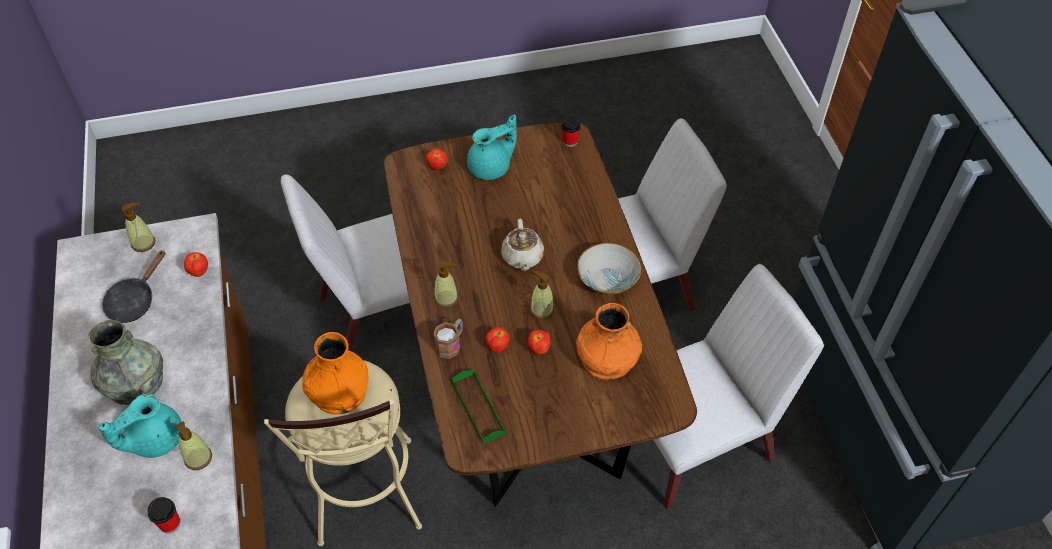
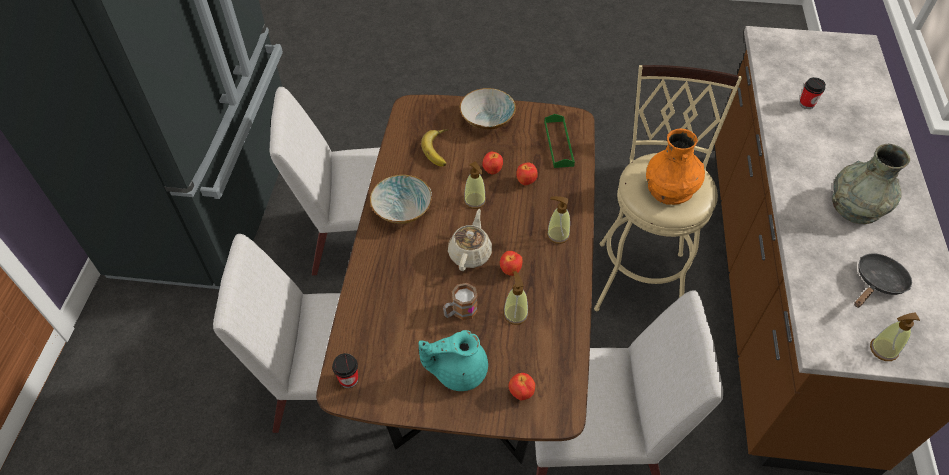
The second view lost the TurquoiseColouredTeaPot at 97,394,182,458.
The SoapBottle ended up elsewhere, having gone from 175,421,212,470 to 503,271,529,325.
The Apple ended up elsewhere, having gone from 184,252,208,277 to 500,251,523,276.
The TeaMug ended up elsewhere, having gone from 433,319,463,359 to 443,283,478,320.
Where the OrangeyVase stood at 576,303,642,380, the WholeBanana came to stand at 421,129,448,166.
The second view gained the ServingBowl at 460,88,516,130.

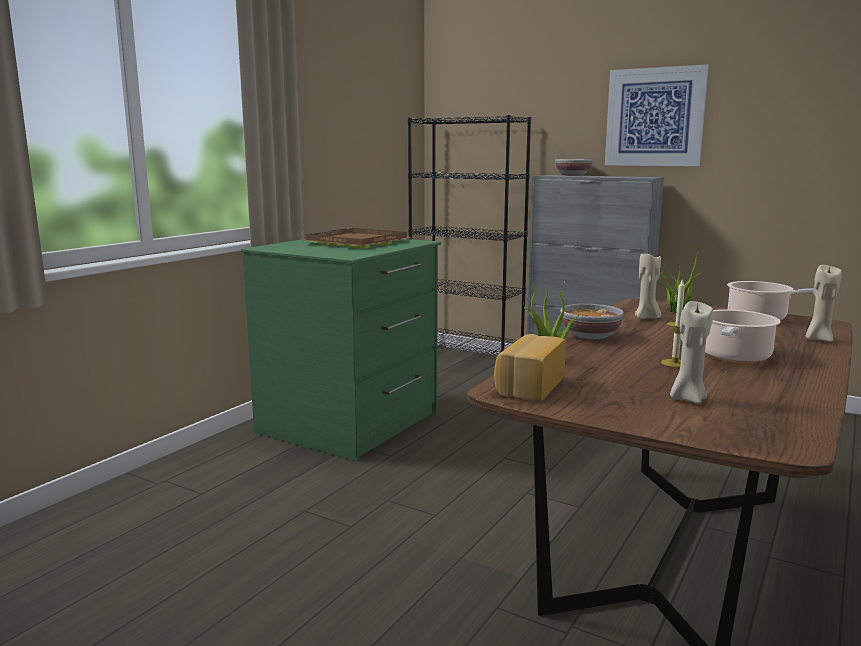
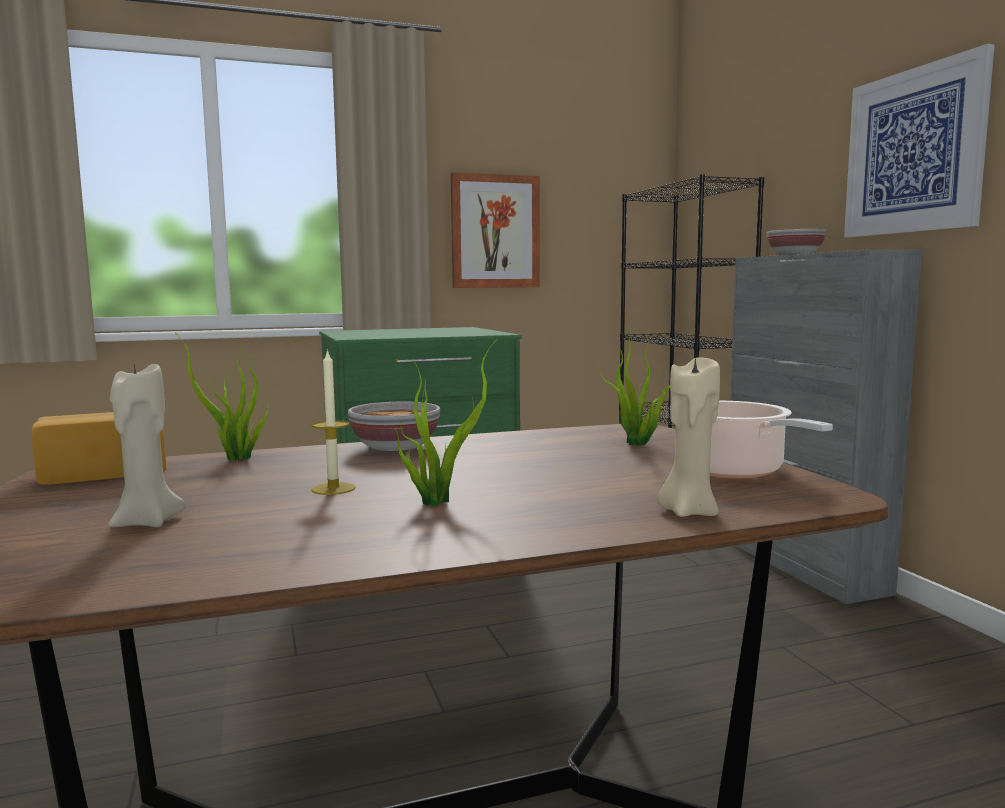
The second view lost the BrownCarryingTray at 301,228,413,249.
The second view lost the SandColouredWaxLight at 635,254,661,319.
Where the Saucepot stood at 705,309,781,363, the Houseplant came to stand at 395,340,497,506.
The second view gained the WallPicture at 450,173,540,288.

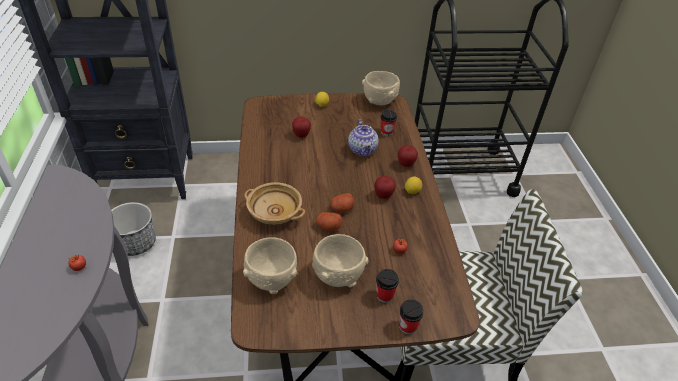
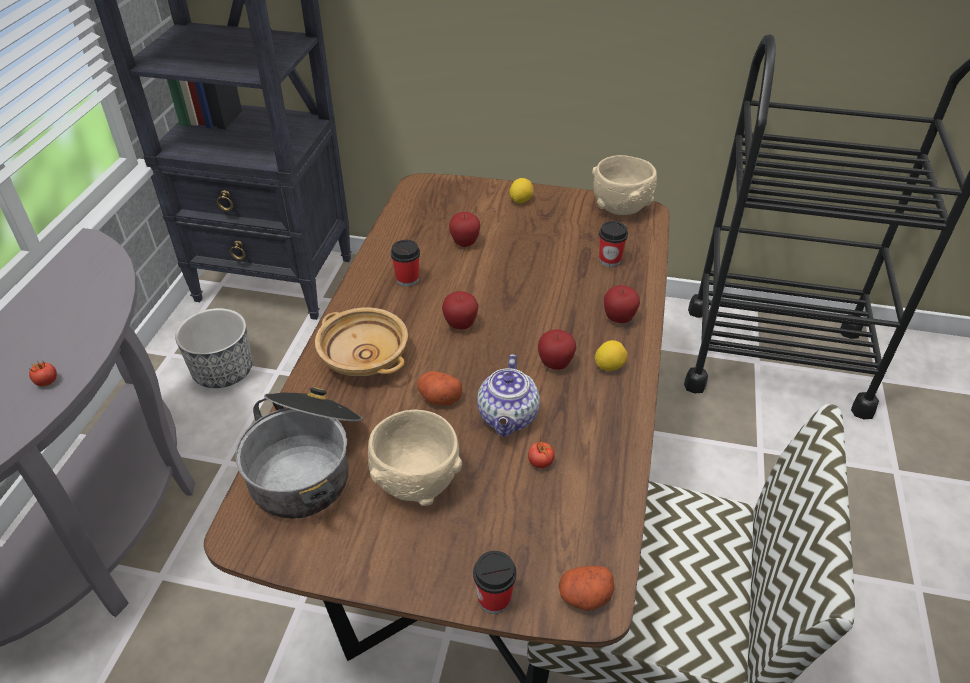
Where the SandColouredServingBowl stood at 243,237,297,294, the Saucepot came to stand at 235,387,362,519.
The Spud ended up elsewhere, having gone from 330,193,355,213 to 559,566,615,611.
The TeaPot ended up elsewhere, having gone from 348,119,379,157 to 477,354,540,437.
The DrinkingCup ended up elsewhere, having gone from 376,269,399,303 to 391,240,420,287.
The second view gained the Apple at 442,291,478,330.

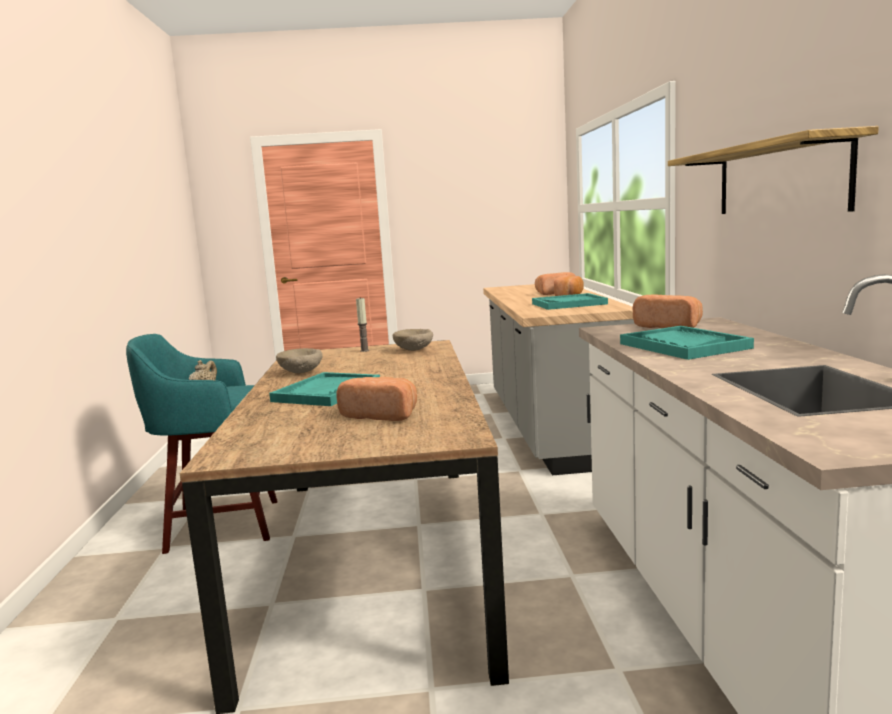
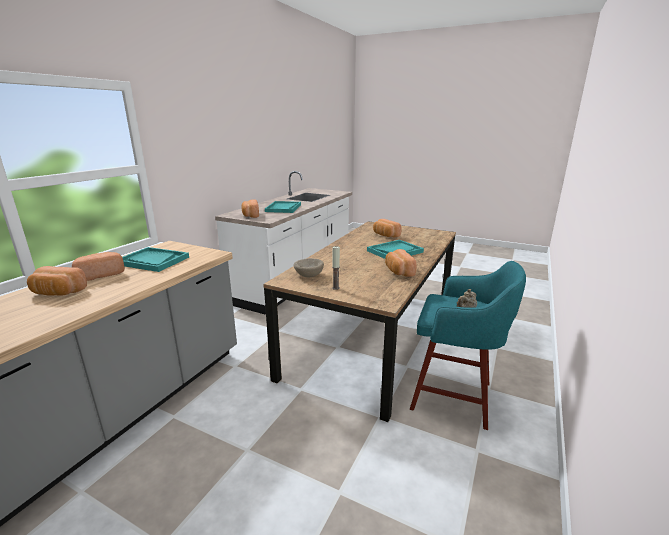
Where the SandColouredServingBowl stood at 276,348,323,373, the BakedBread came to stand at 385,249,417,277.
The second view lost the WallShelf at 668,126,879,214.

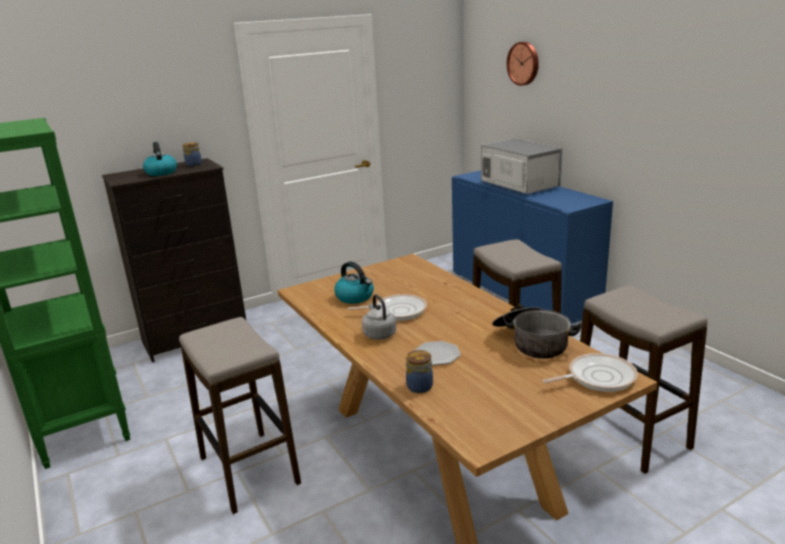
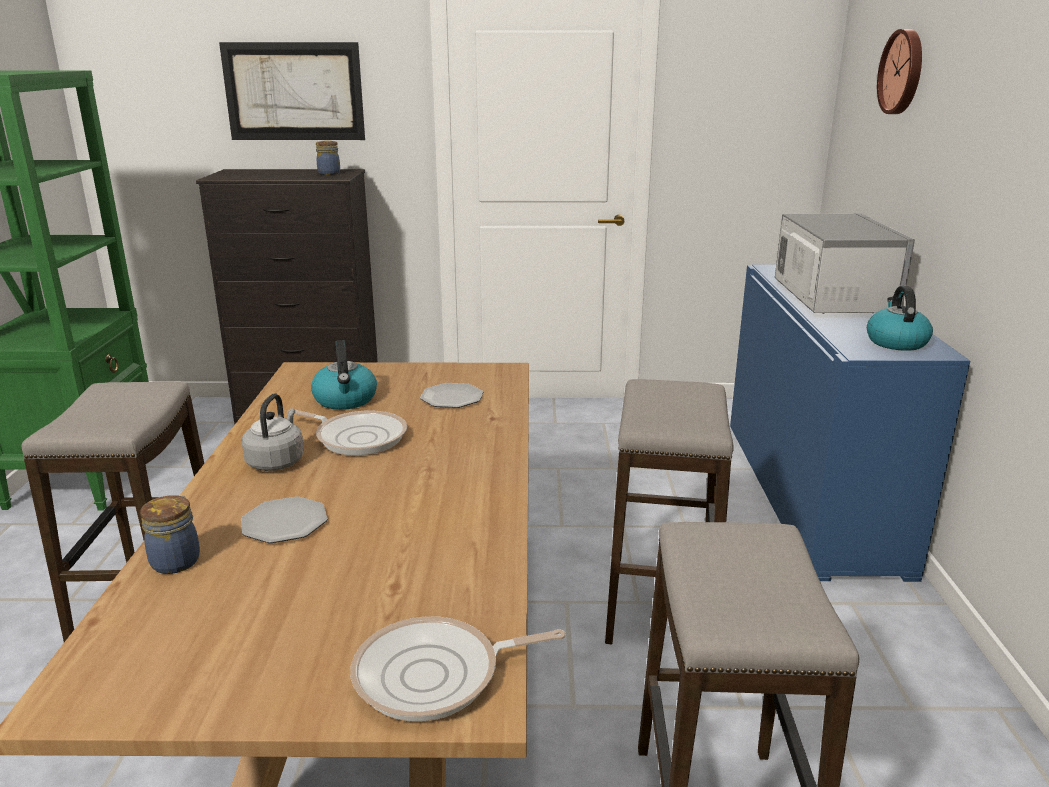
The TeaKettle ended up elsewhere, having gone from 143,142,177,176 to 867,286,933,351.
The second view lost the Saucepot at 492,307,582,359.
The Skillet at 542,353,638,392 ended up facing another way, 150 degrees clockwise from before.
The second view gained the WallPicture at 219,42,365,140.
The second view gained the Plate at 420,383,483,408.

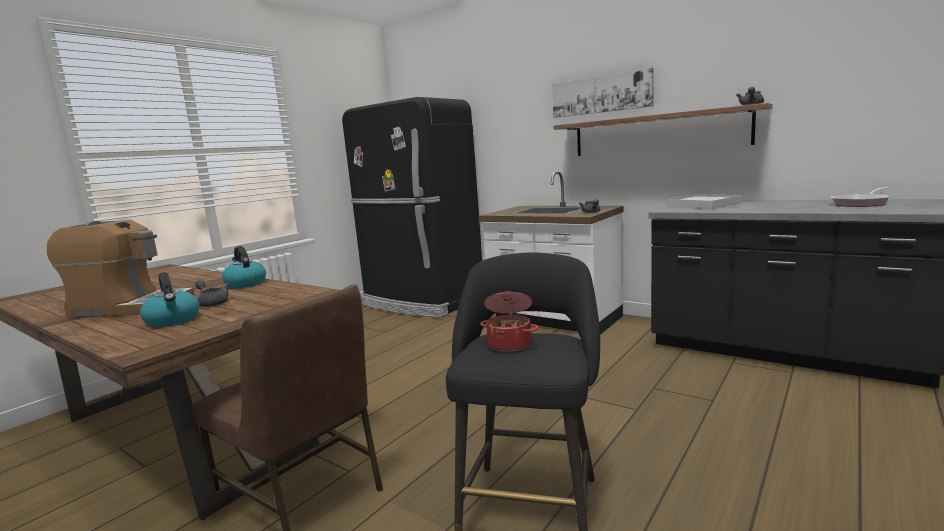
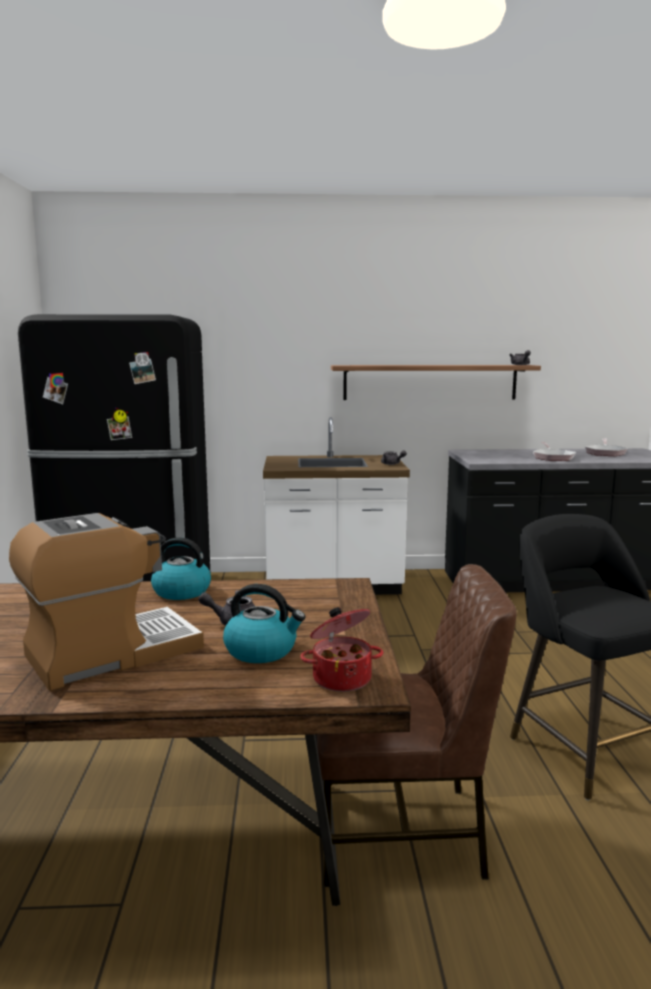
The Saucepot ended up elsewhere, having gone from 480,291,539,352 to 300,607,383,692.
The second view lost the WallPicture at 552,68,654,118.
The second view lost the WhitishCarryingTray at 666,194,742,209.
The second view gained the Skillet at 533,442,576,461.

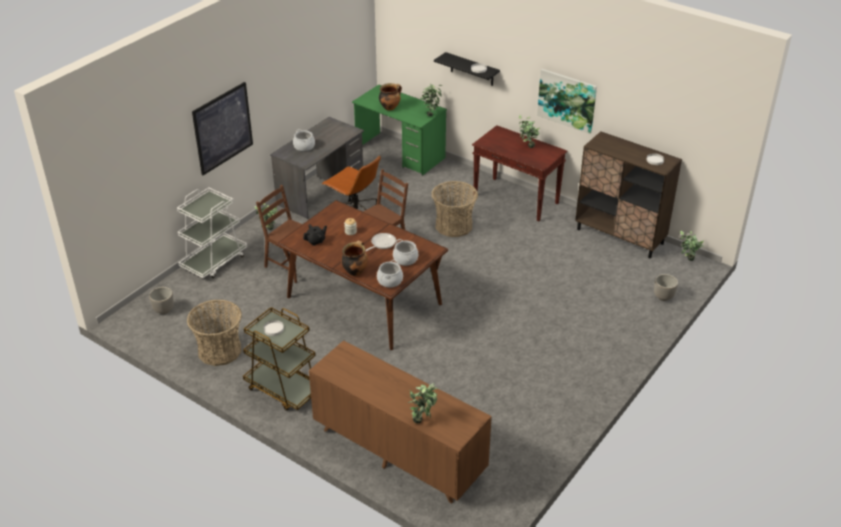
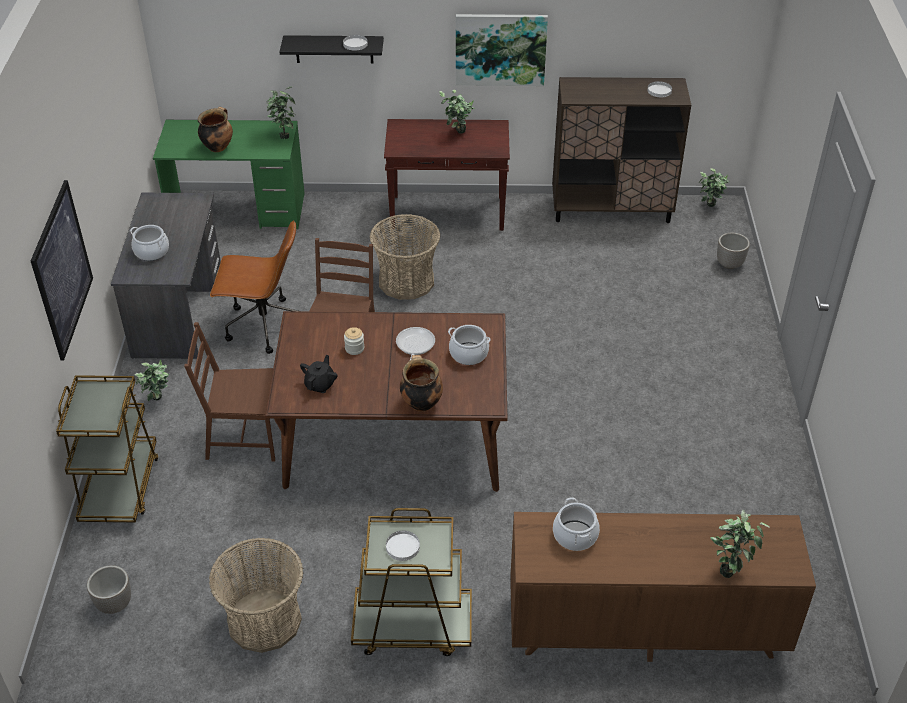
What was the WhitishCart at 177,187,247,278 turned into the BrownCart at 56,375,159,522.
The Saucepot ended up elsewhere, having gone from 377,259,403,288 to 553,497,600,551.

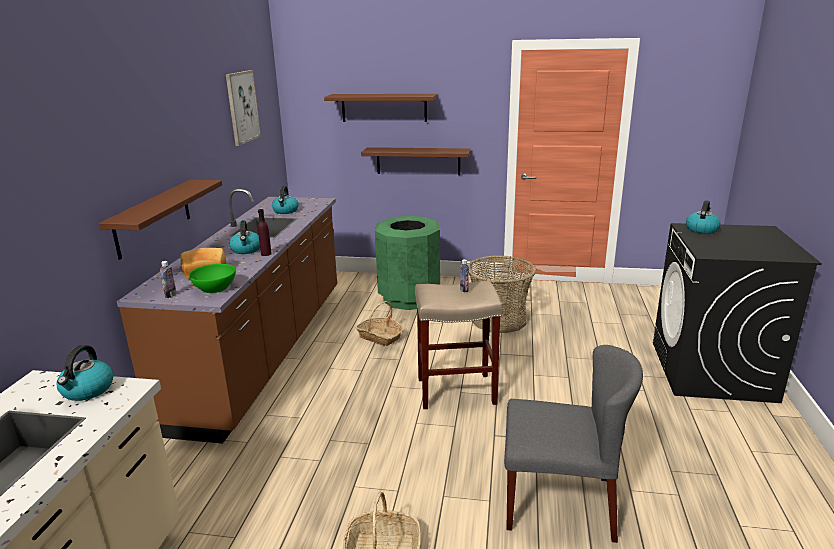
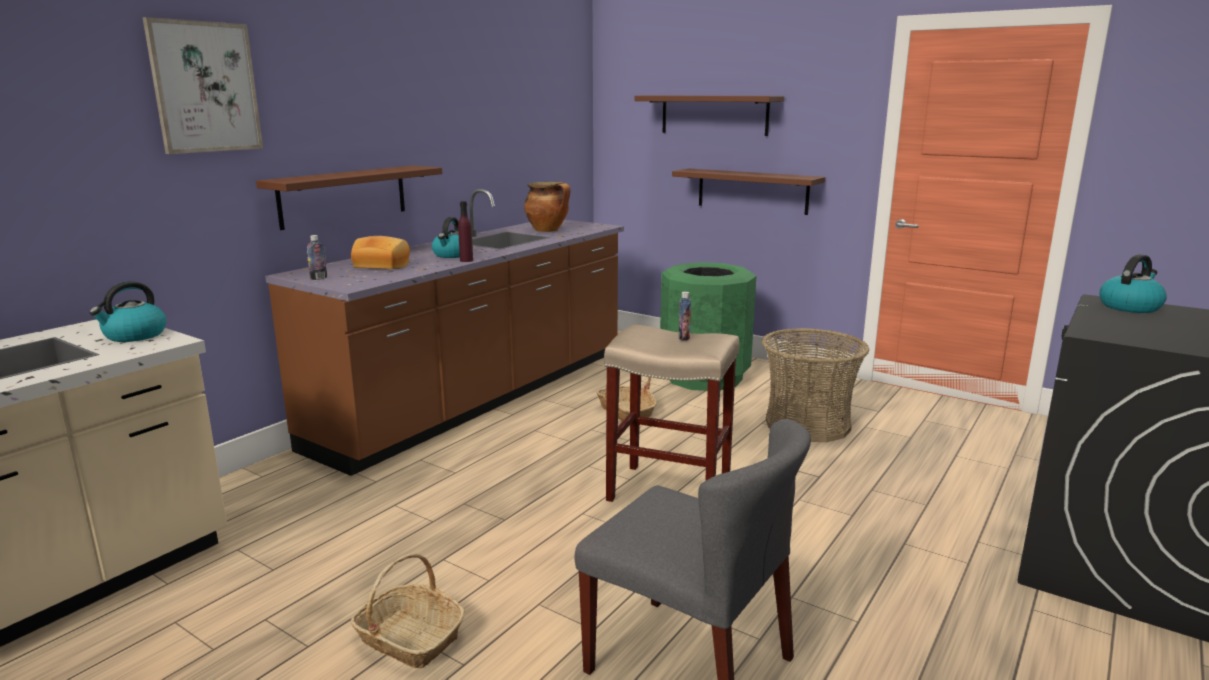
The second view lost the GreenishServingBowl at 189,264,236,293.
The WallPicture ended up elsewhere, having gone from 226,70,261,146 to 143,17,263,154.
Where the TeaKettle stood at 272,186,299,214, the Saucepot came to stand at 524,182,570,232.

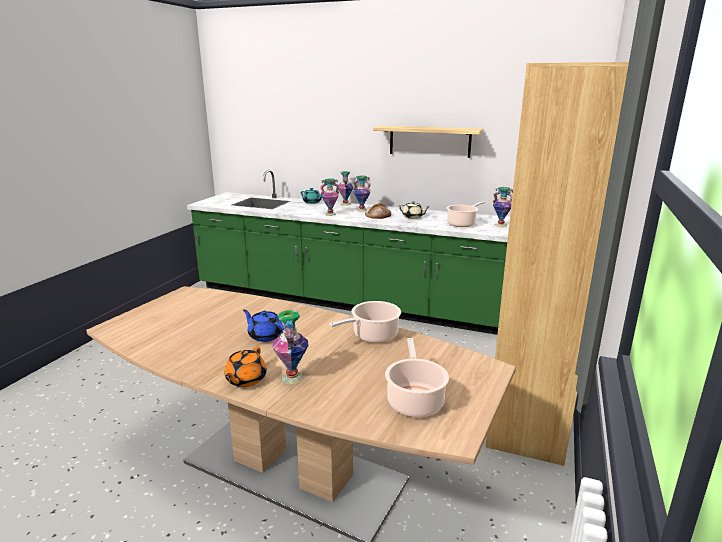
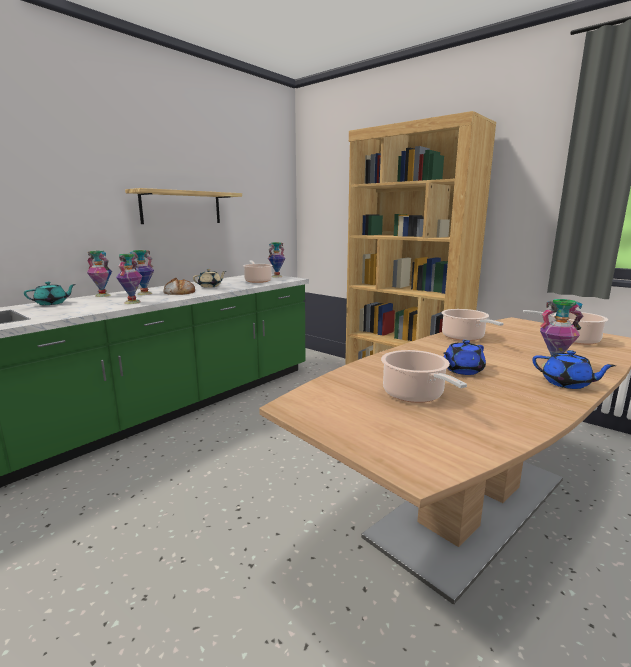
What was the OrangeyTeaPot at 225,347,267,387 turned into the BlueTeaPot at 532,350,616,389.
The second view gained the Saucepot at 381,350,467,403.

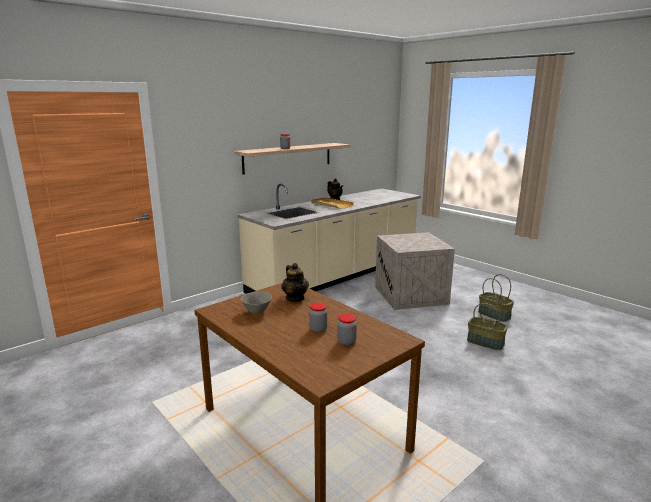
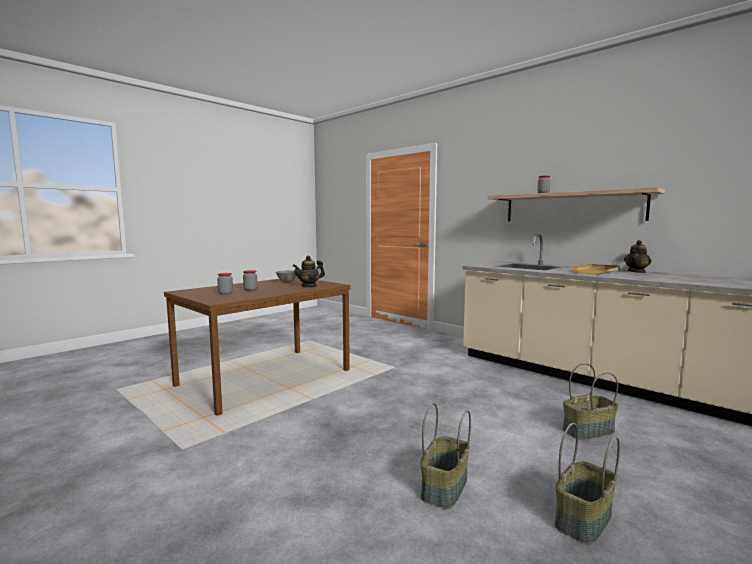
Where the PackingCrate stood at 375,232,455,310, the StorageBasket came to stand at 562,363,618,440.

